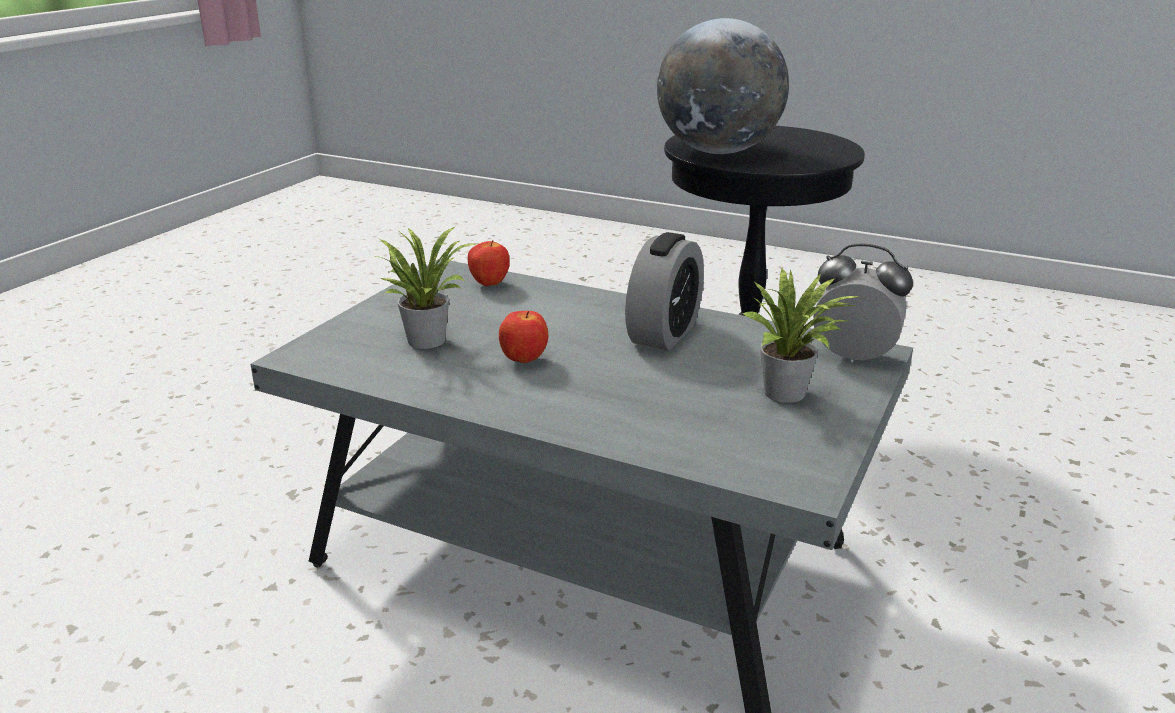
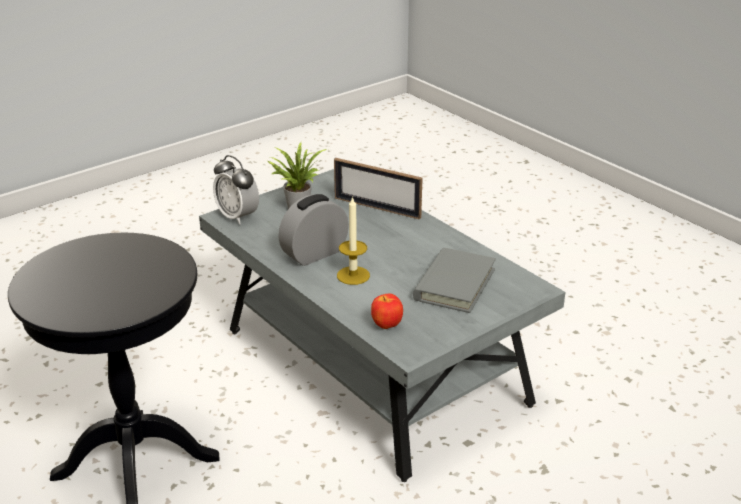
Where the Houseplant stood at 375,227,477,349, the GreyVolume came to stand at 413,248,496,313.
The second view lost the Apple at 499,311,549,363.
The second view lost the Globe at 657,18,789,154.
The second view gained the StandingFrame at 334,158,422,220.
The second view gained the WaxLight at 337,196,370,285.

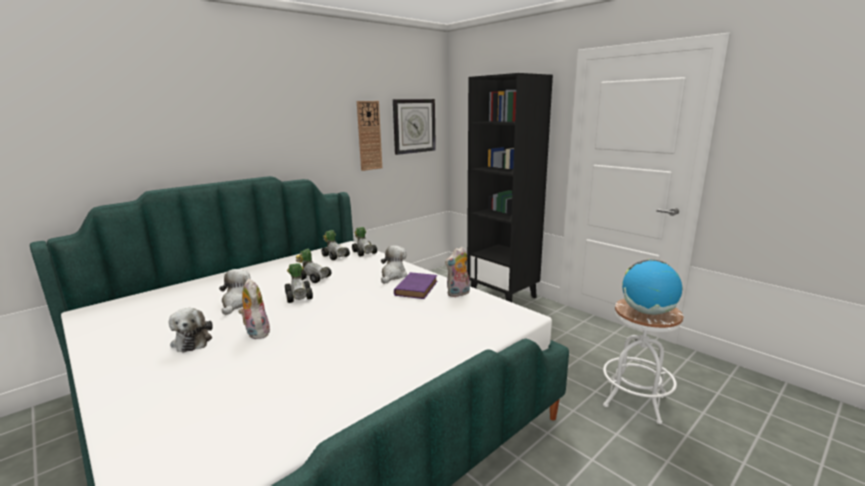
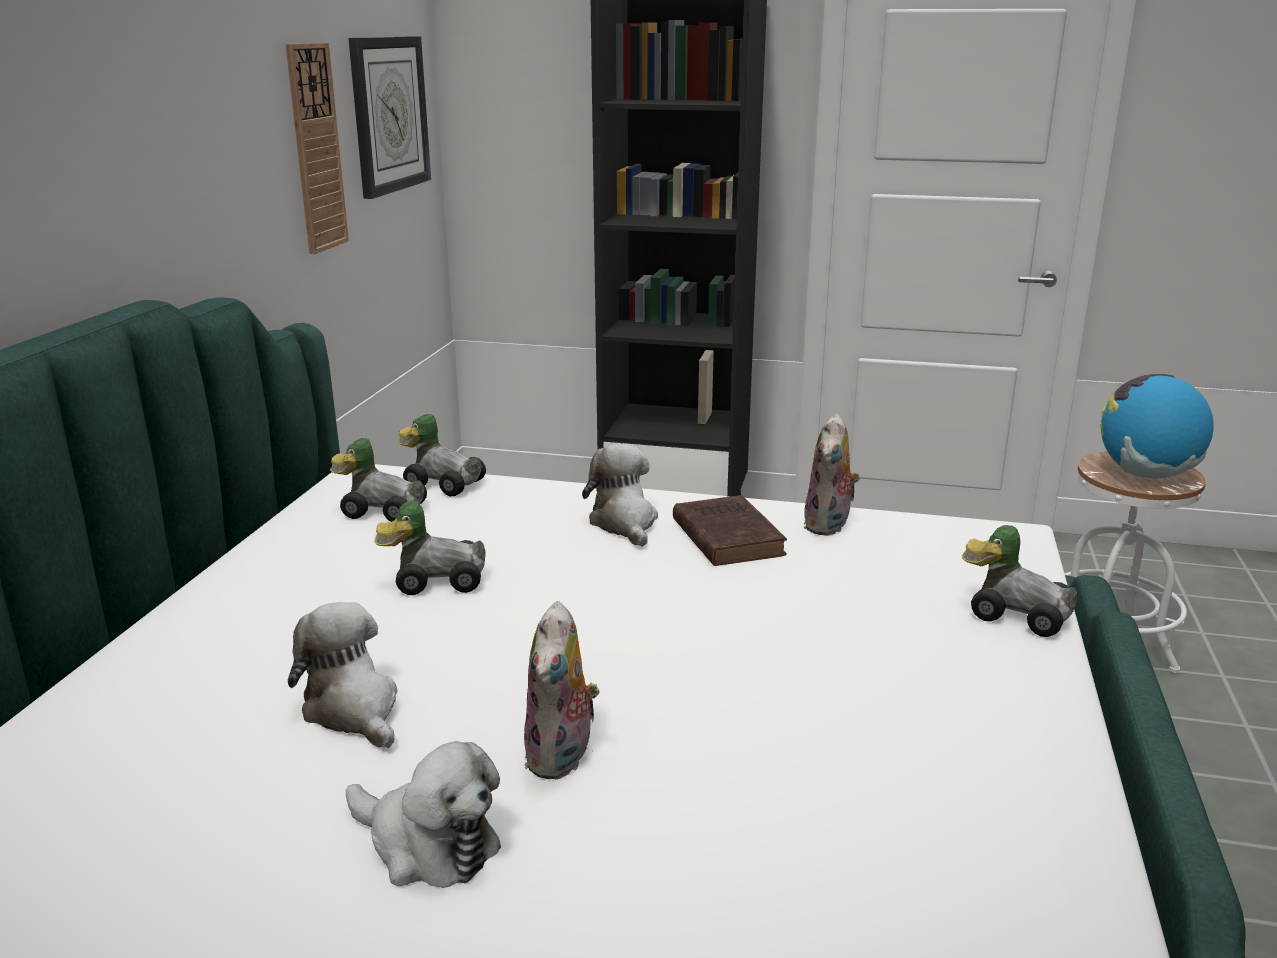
The SoftToy at 238,278,270,339 ended up facing another way, 105 degrees counterclockwise from before.
The MiniatureCar ended up elsewhere, having gone from 285,263,313,303 to 962,525,1077,637.
What was the PurpleVolume at 394,272,438,299 turned into the BrownVolume at 673,495,787,566.

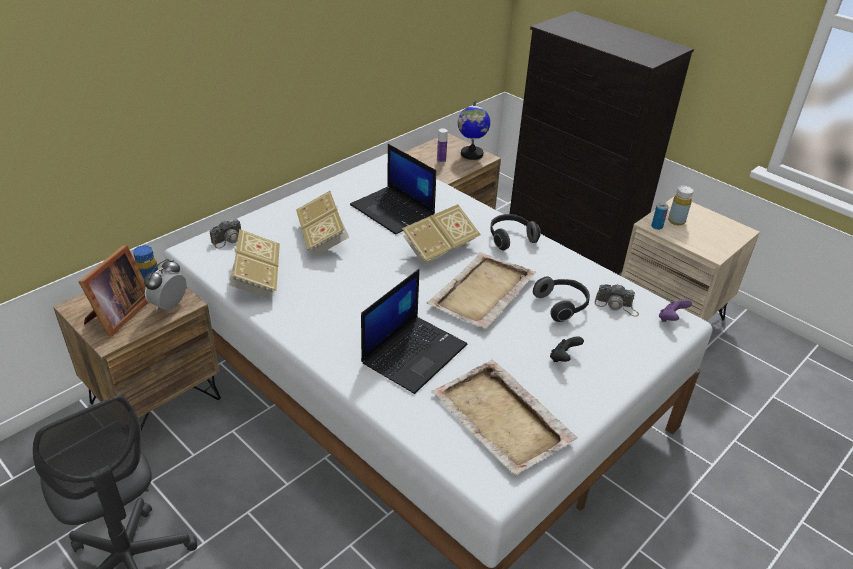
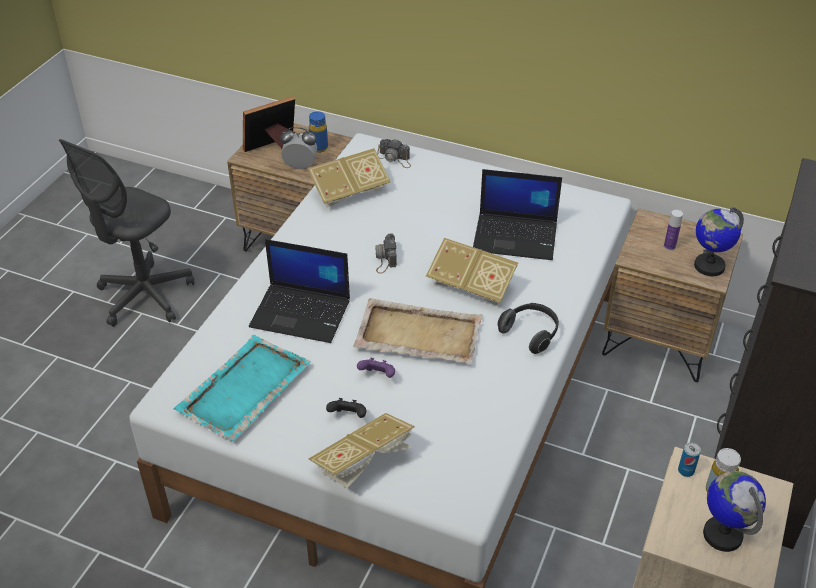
The StandingFrame at 79,245,148,336 ended up facing another way, 150 degrees clockwise from before.
The Volume ended up elsewhere, having gone from 296,191,349,256 to 309,413,415,488.
The Laptop at 350,144,436,234 ended up facing another way, 105 degrees counterclockwise from before.
What was the SandColouredCarryingTray at 431,360,578,475 turned into the TurquoiseColouredCarryingTray at 174,335,311,441.
The second view lost the PairOfHeadphones at 533,276,590,322.
The PhotoCamera ended up elsewhere, having gone from 595,284,639,316 to 376,233,397,273.
The PurpleGameController ended up elsewhere, having gone from 659,300,692,322 to 357,358,395,378.
The second view gained the Globe at 703,471,766,552.

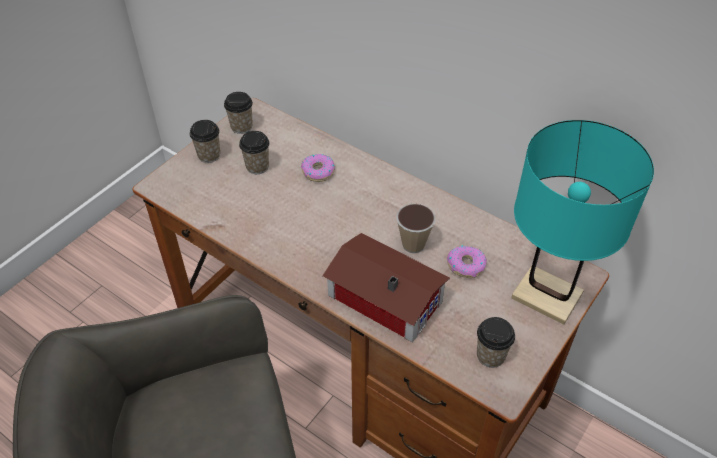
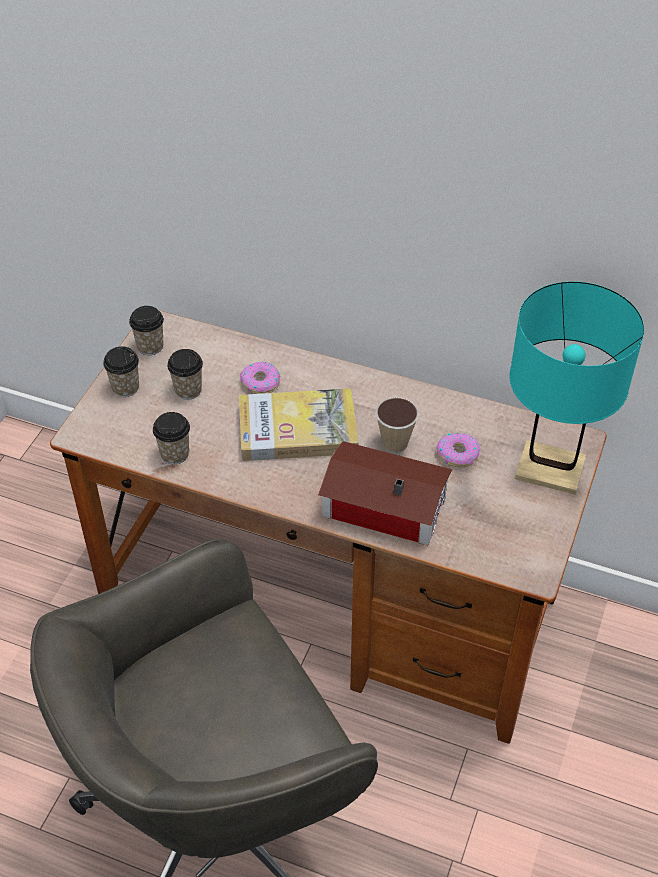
The DrinkingCup ended up elsewhere, having gone from 477,317,515,368 to 153,412,190,464.
The second view gained the Volume at 239,388,358,461.

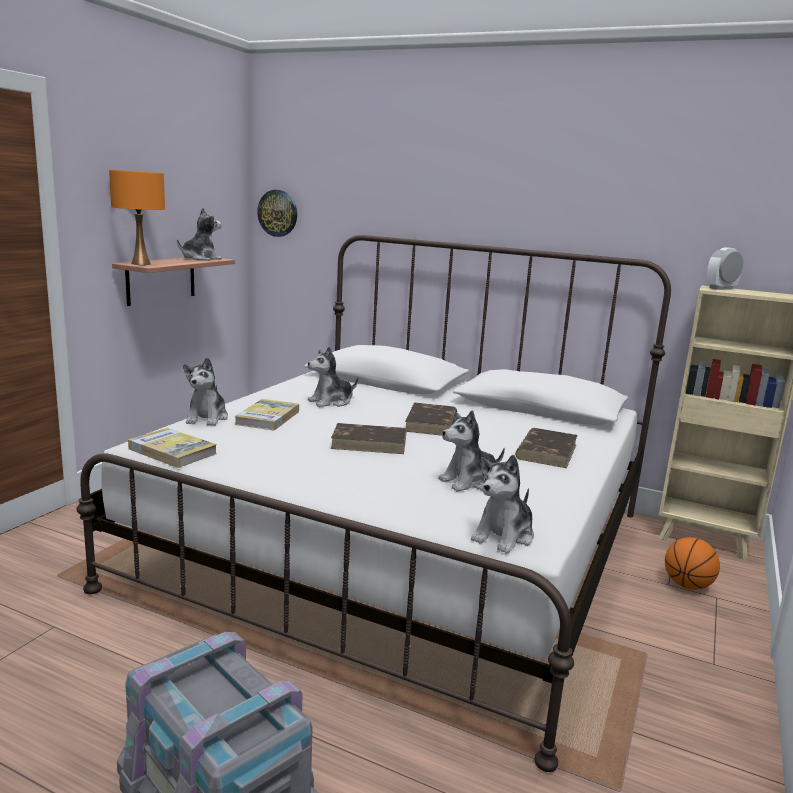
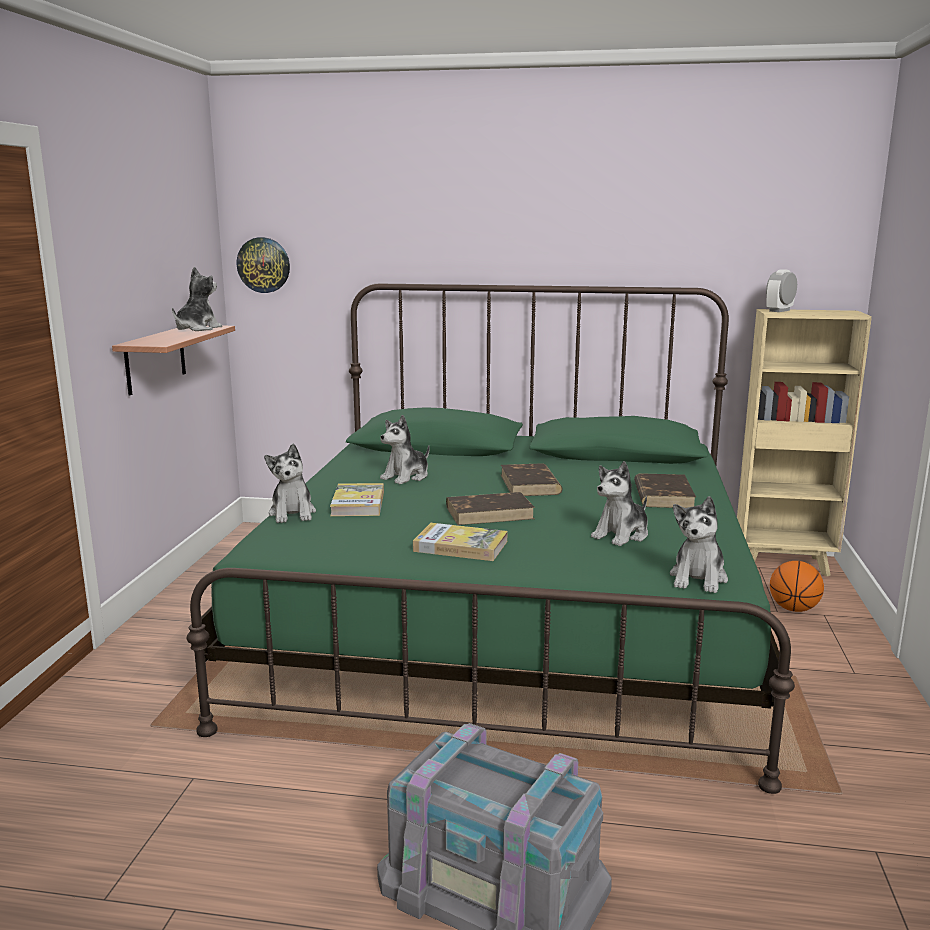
What was the WhitishSleepingBed at 76,235,671,772 turned into the GreenishSleepingBed at 187,284,795,794.
The second view lost the OrangeyTableLamp at 109,170,165,265.
The Volume ended up elsewhere, having gone from 128,428,217,468 to 413,523,508,561.

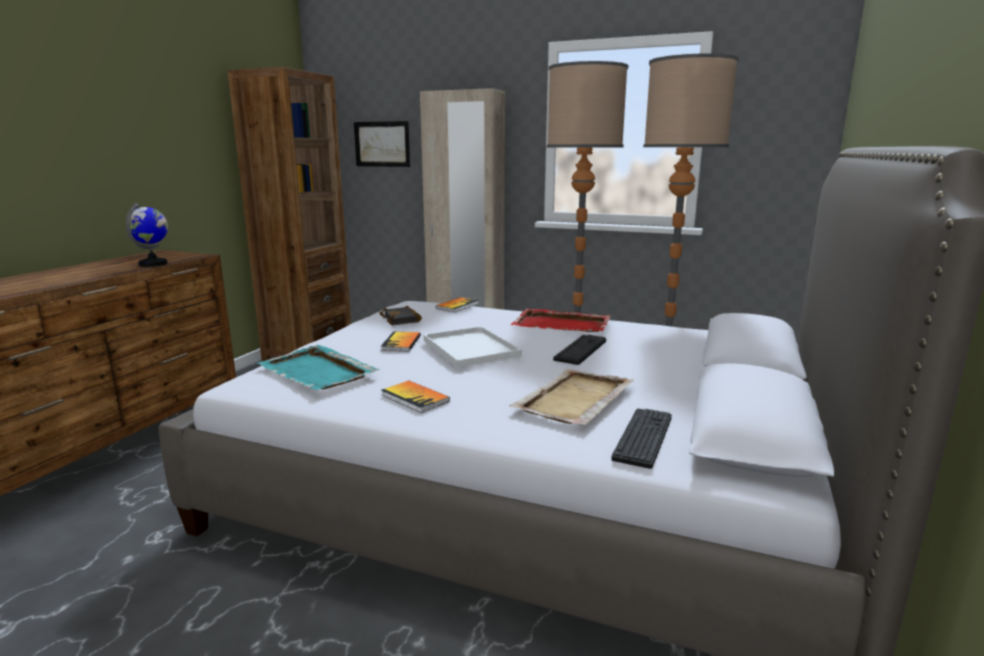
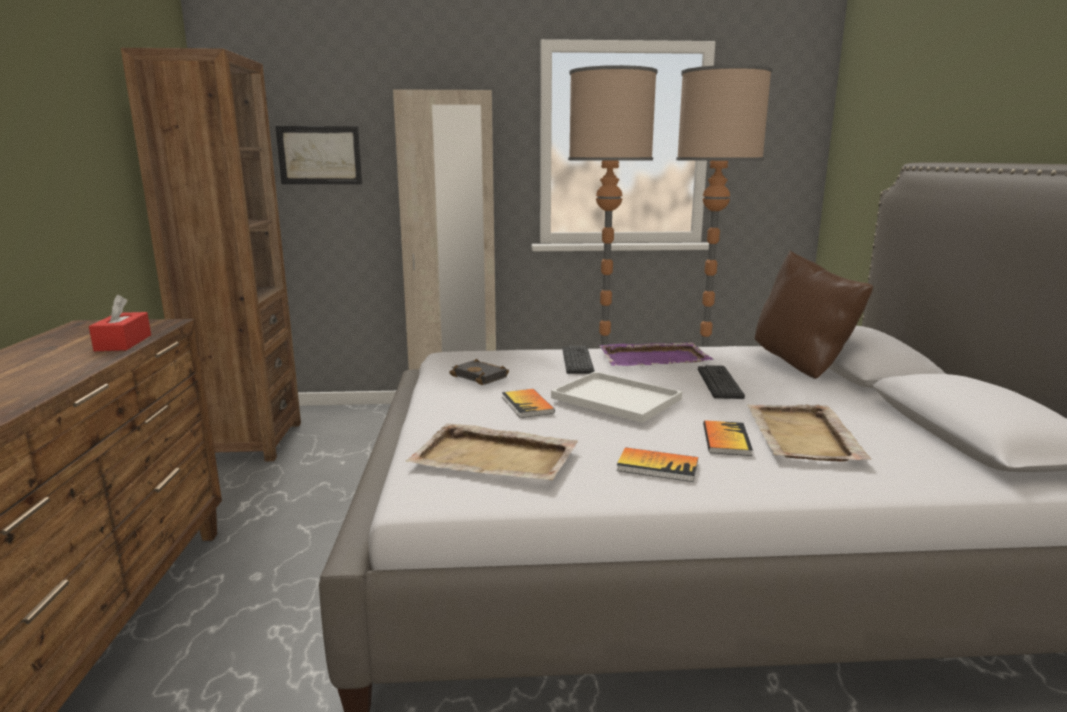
Where the Globe stood at 126,203,168,267, the RedBoxOfTissues came to stand at 89,295,151,351.
What was the TurquoiseColouredCarryingTray at 257,345,380,390 turned into the SandColouredCarryingTray at 405,423,578,480.
The Volume ended up elsewhere, having gone from 436,297,479,312 to 703,420,753,456.
What was the RedCarryingTray at 510,309,611,332 turned into the PurpleCarryingTray at 599,342,713,366.
The PcKeyboard ended up elsewhere, having gone from 611,409,672,469 to 563,346,594,374.
The second view gained the BrownPillow at 755,250,873,379.

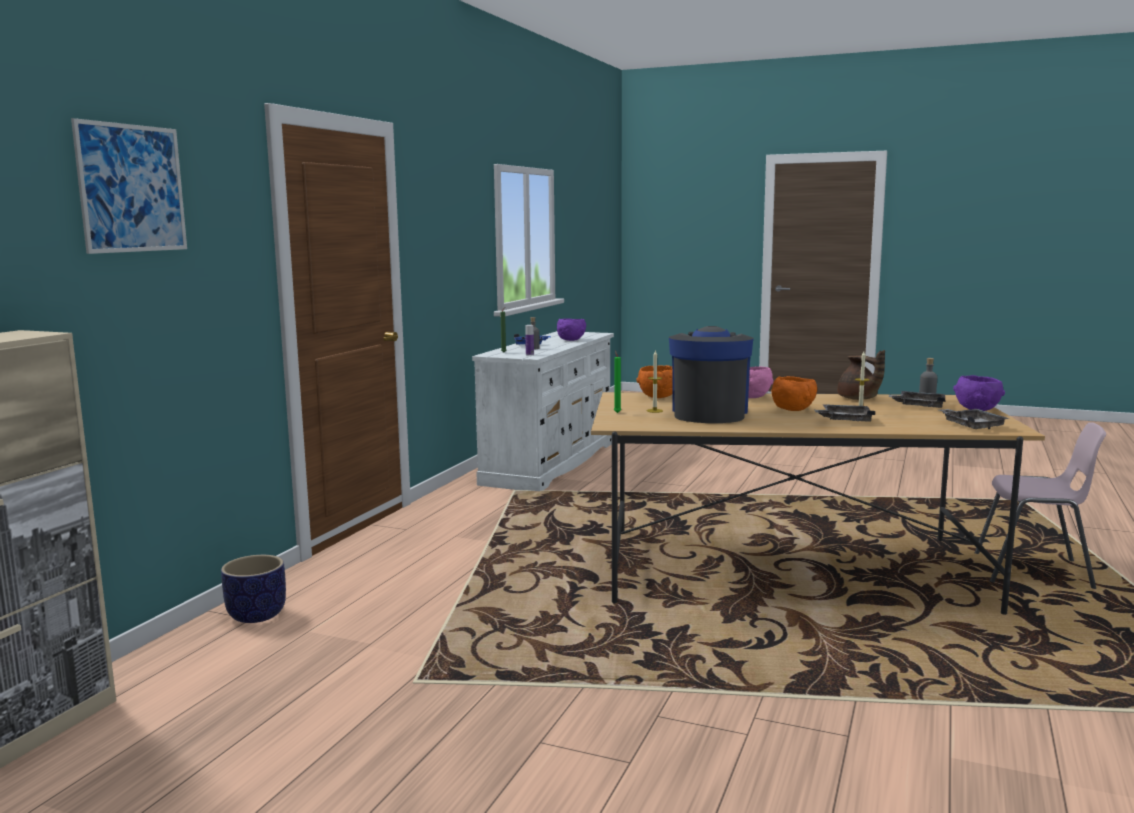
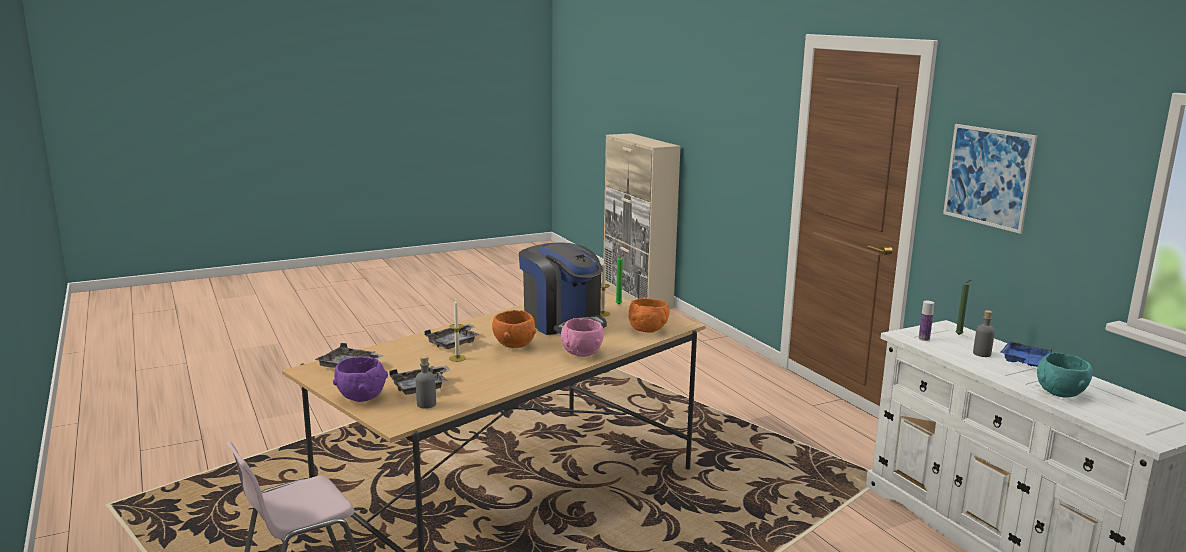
The WallPicture ended up elsewhere, having gone from 71,118,187,254 to 943,124,1037,234.
The second view lost the FlowerPot at 221,555,286,623.
What was the PurpleServingBowl at 557,318,586,341 turned into the TurquoiseColouredServingBowl at 1037,352,1093,398.
The second view lost the BrownTeaPot at 837,350,885,400.

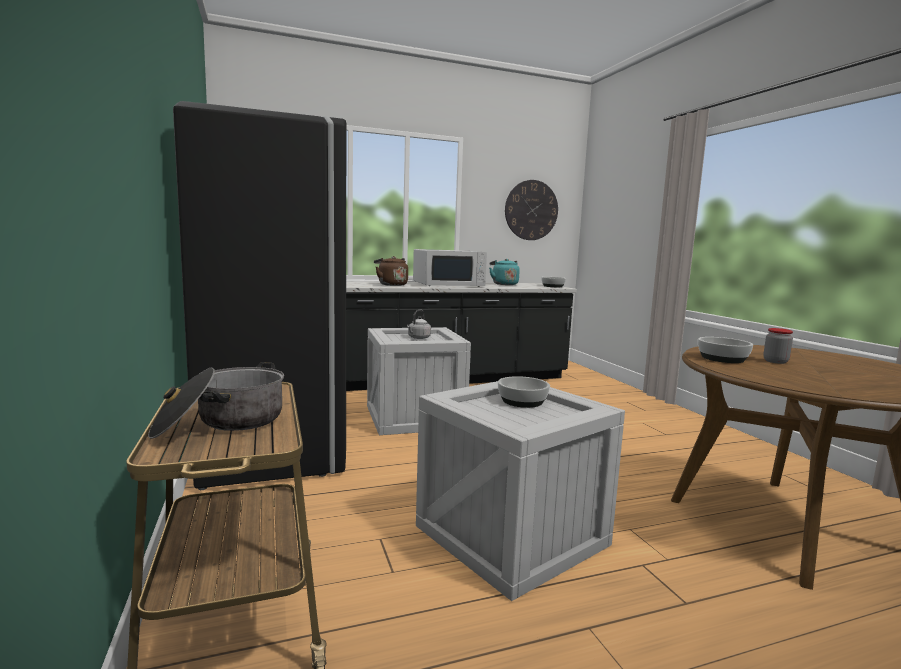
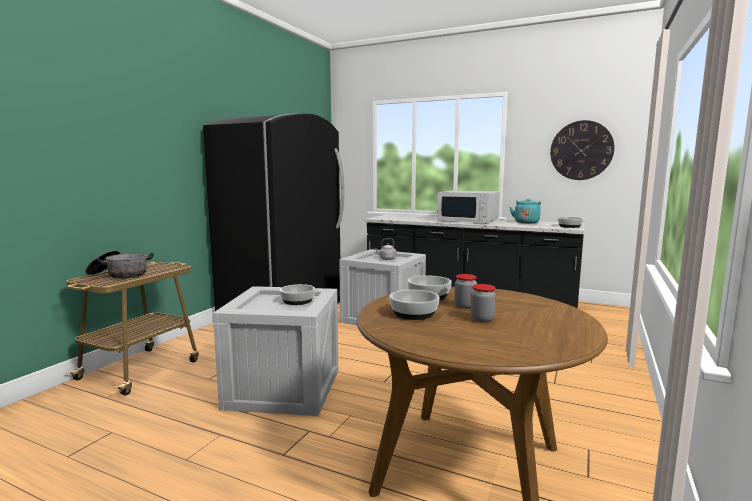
The second view lost the BrownTeaKettle at 374,256,408,286.
The second view gained the ServingBowl at 389,290,440,320.
The second view gained the PreserveJar at 471,284,496,322.

